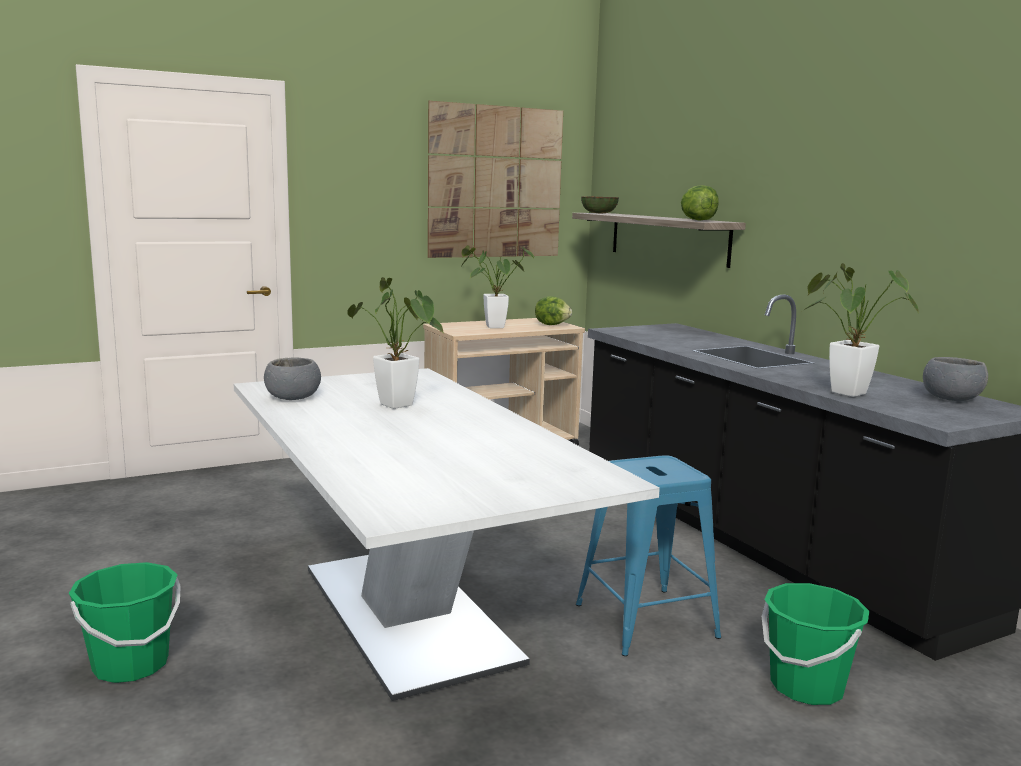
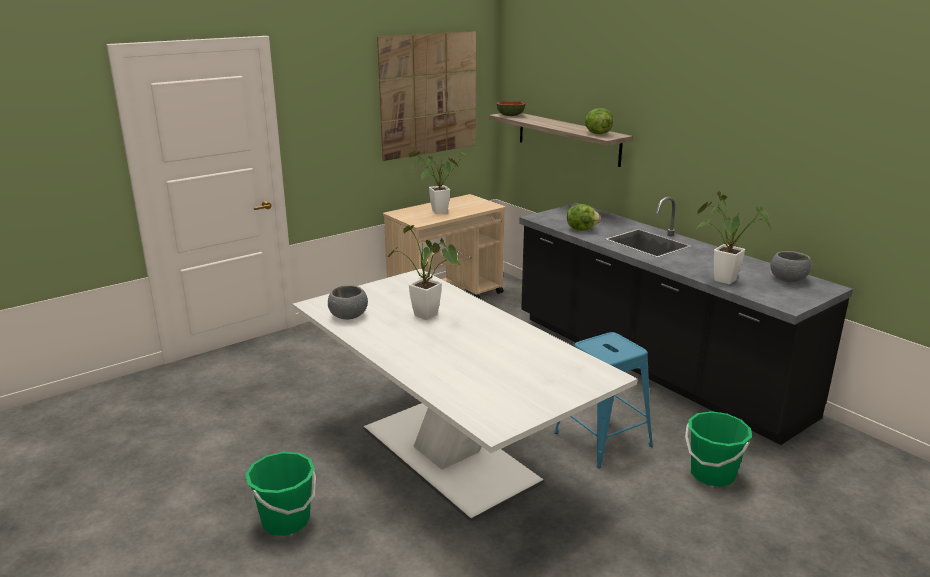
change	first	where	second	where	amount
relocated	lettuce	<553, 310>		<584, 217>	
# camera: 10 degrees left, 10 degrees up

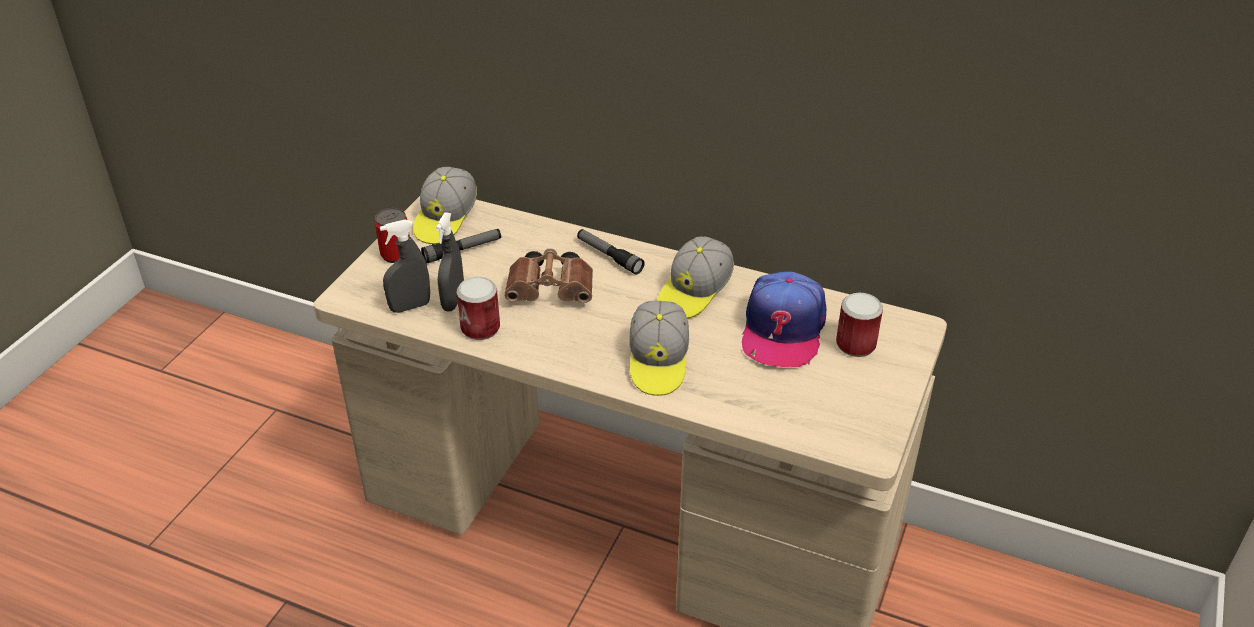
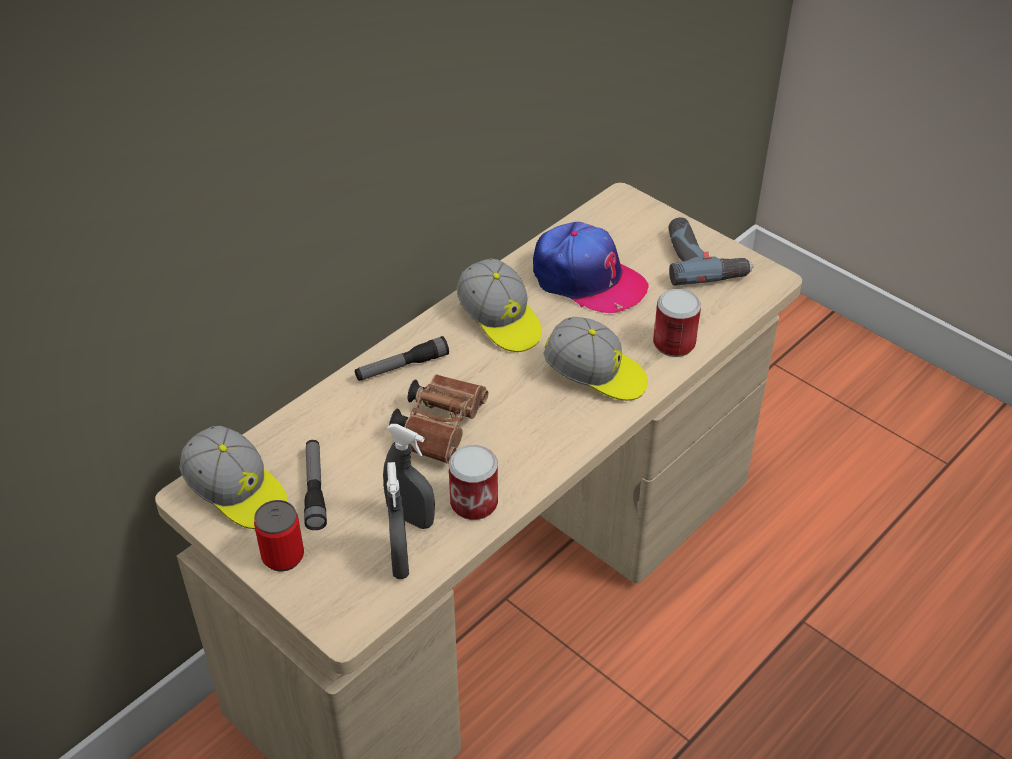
change	first	where	second	where	amount
relocated	can	<859, 325>		<677, 323>	
appeared			power drill	<711, 251>	
# camera: 70 degrees left, 5 degrees up

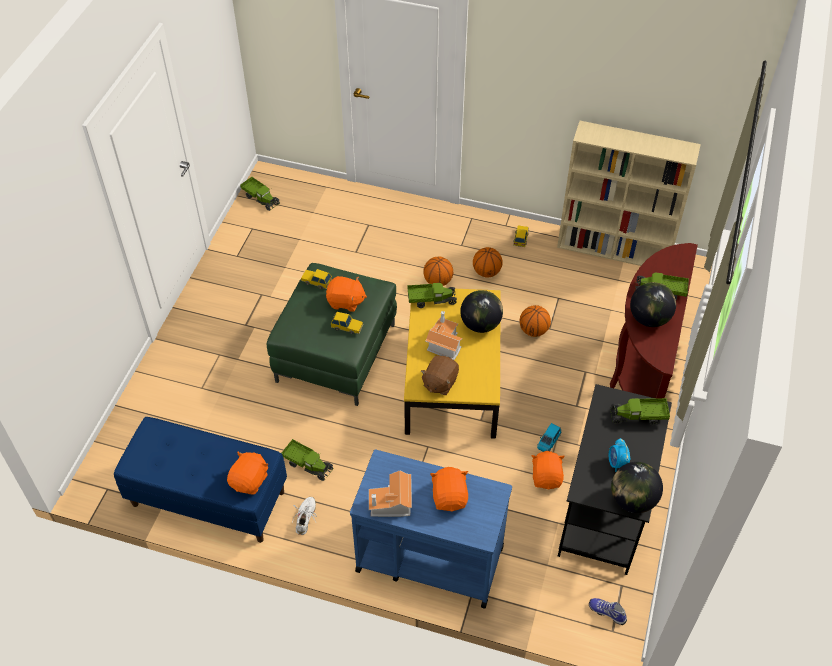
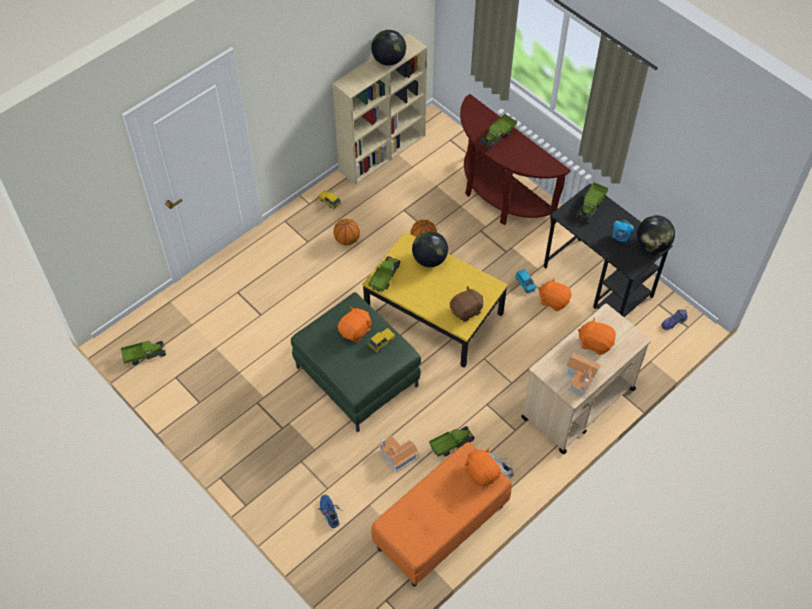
change	first	where	second	where	amount
missing	basketball	<438, 271>			
missing	toy car	<316, 279>			
relocated	globe	<653, 304>		<388, 48>	
relocated	toy house	<444, 335>		<398, 454>	
spun	plush toy/brown	<440, 375>		<466, 304>	90 degrees counterclockwise
colour	bench/blue	<200, 480>	bench/orange	<441, 514>	
colour	cart/blue	<431, 529>	cart/beige	<586, 378>	
appeared			shoe/blue	<330, 511>	
# camera: 60 degrees left, 5 degrees up

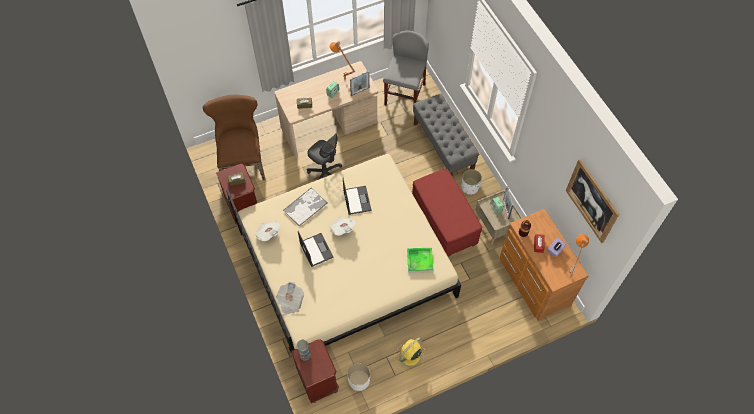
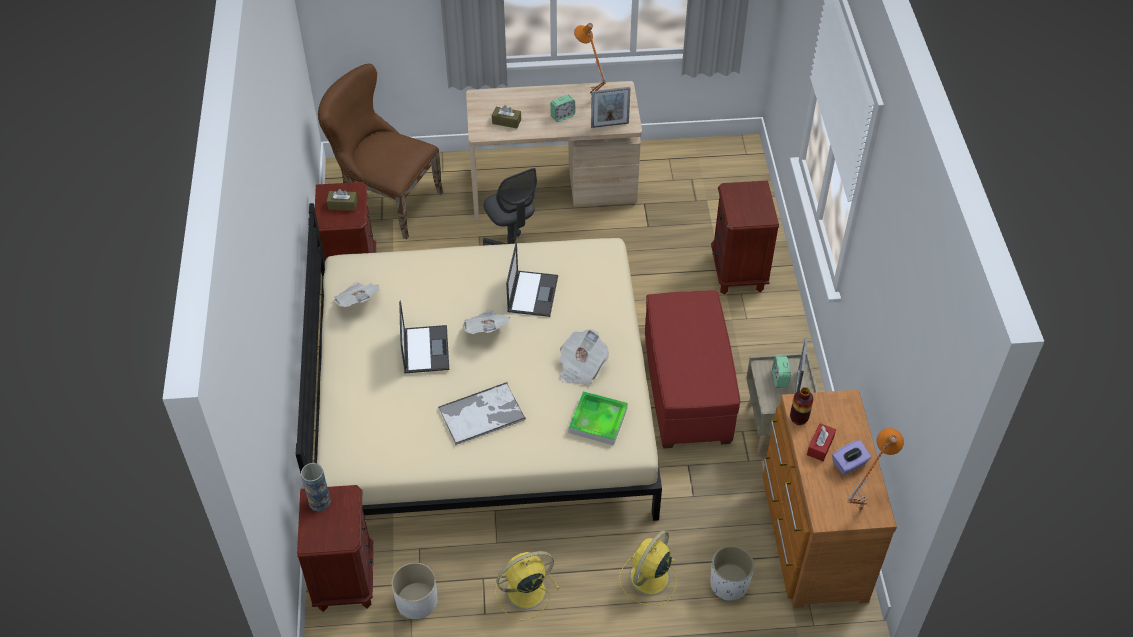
change	first	where	second	where	amount
missing	chair/grey	<406, 71>			
exchanged	bench/grey	<446, 134>	nightstand/brown	<745, 238>	
spun	chair/brown	<234, 138>		<380, 151>	75 degrees counterclockwise
missing	picture	<592, 201>			
relocated	planter/white	<471, 182>		<732, 573>	
relocated	tray	<305, 207>		<482, 413>	
relocated	newspaper	<290, 298>		<584, 357>	
appeared			fan/yellow	<648, 568>	
# camera: 20 degrees right, 10 degrees down

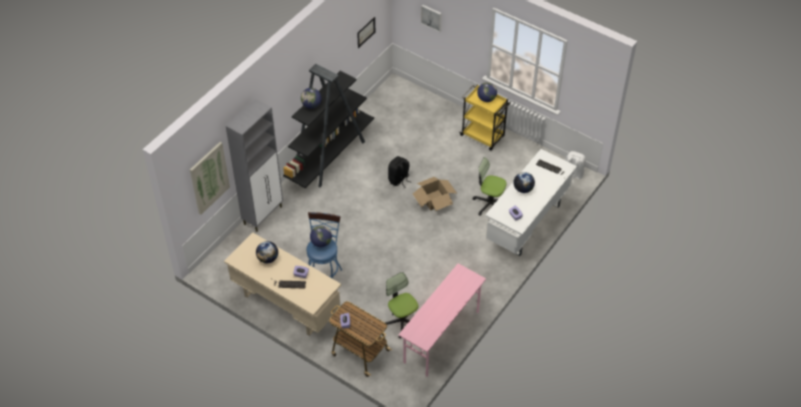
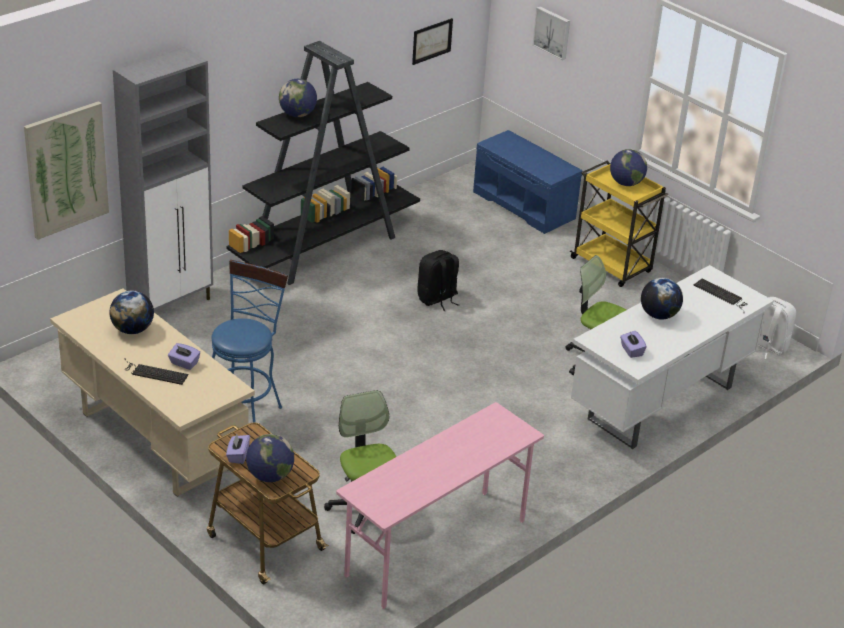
change	first	where	second	where	amount
missing	cardboard box	<435, 194>			
relocated	globe	<321, 236>		<270, 458>	
appeared			bench/blue	<527, 182>	
# camera: 10 degrees right, 15 degrees down

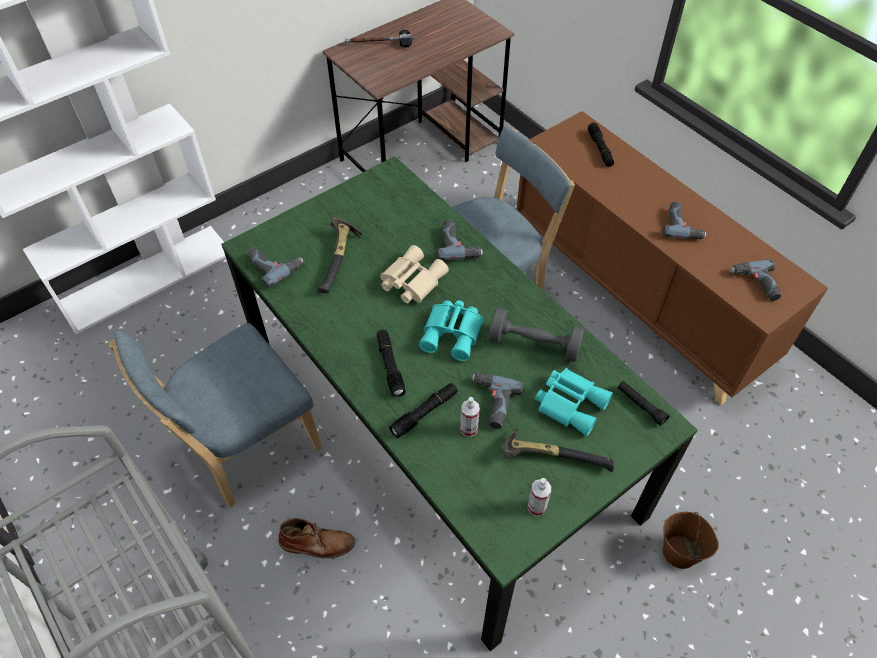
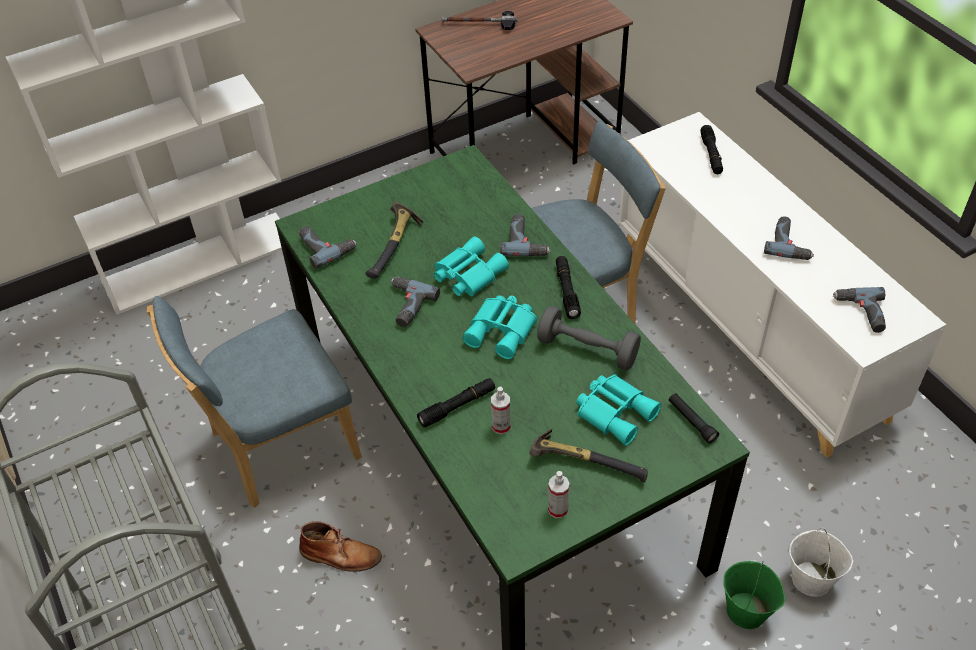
change	first	where	second	where	amount
colour	cabinet/brown	<672, 258>	cabinet/white	<782, 285>	
colour	binoculars/beige	<414, 274>	binoculars/turquoise	<471, 266>	
relocated	flashlight/black	<391, 363>		<568, 287>	
relocated	power drill	<498, 401>		<415, 301>	
colour	bucket/brown	<691, 540>	bucket/green	<754, 595>	
appeared			bucket/white	<821, 562>	
# camera: 10 degrees right, 5 degrees down

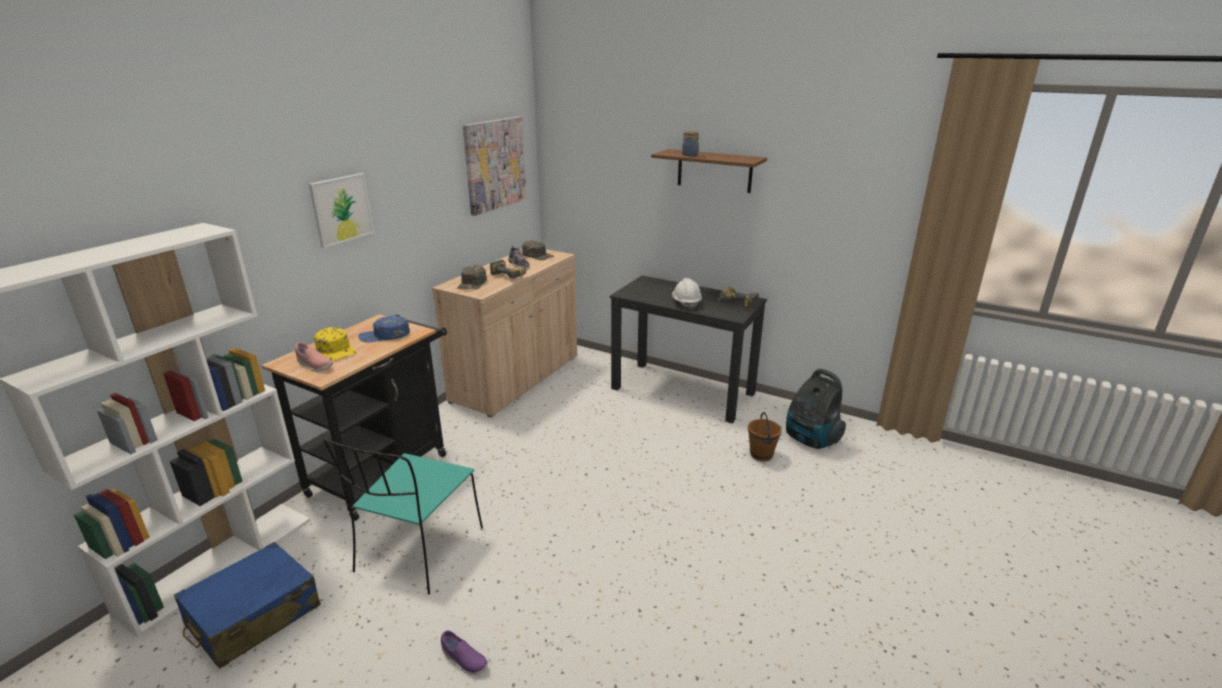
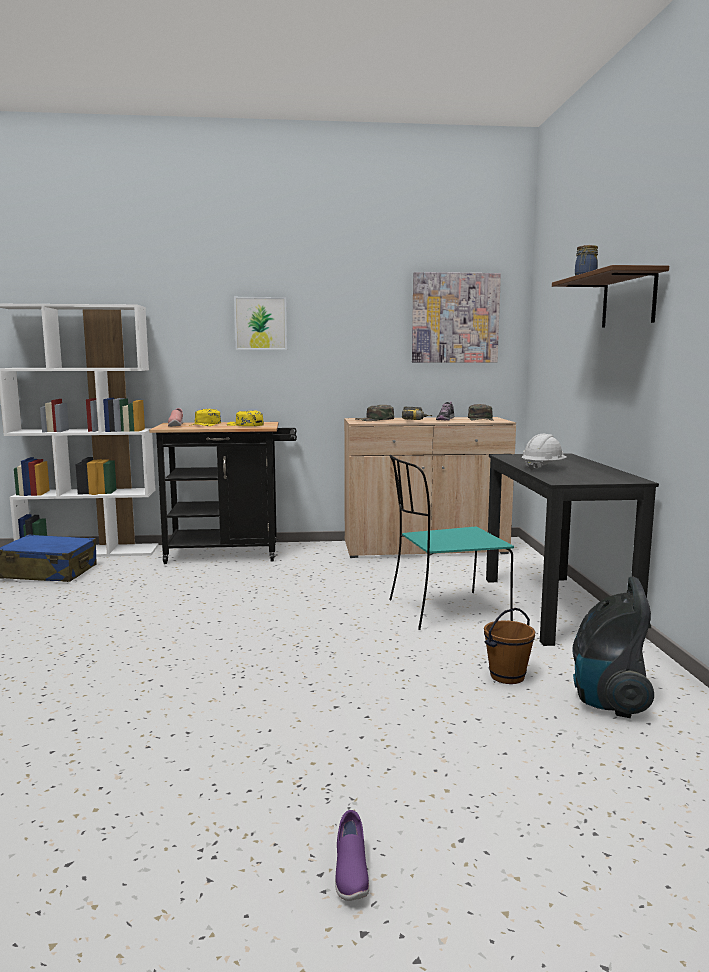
change	first	where	second	where	amount
missing	power drill	<738, 298>			
colour	cap/blue	<384, 329>	cap/yellow	<245, 418>	
relocated	chair/turquoise	<403, 517>		<451, 542>	
relocated	shoe/purple	<464, 652>		<352, 855>	
# camera: 55 degrees right, 15 degrees down

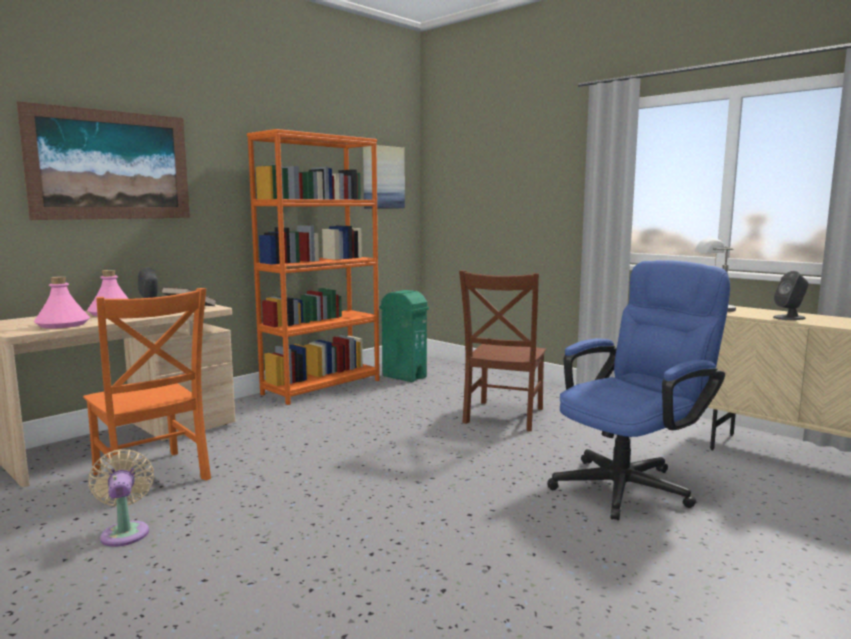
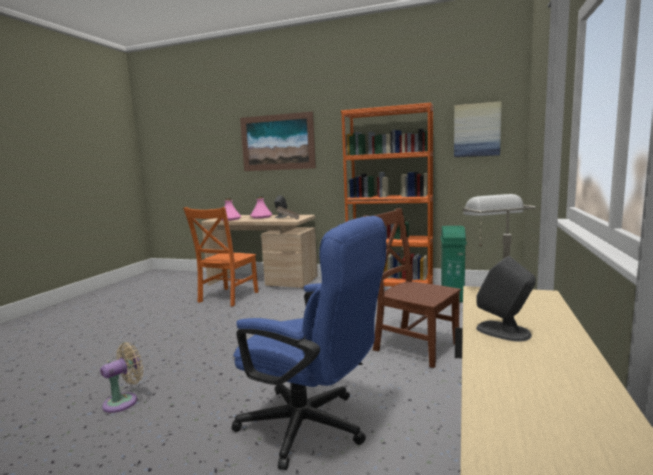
change	first	where	second	where	amount
spun	chair/brown	<502, 350>		<412, 288>	45 degrees clockwise
relocated	fan/beige	<121, 498>		<121, 377>	
# camera: 65 degrees right, 0 degrees up

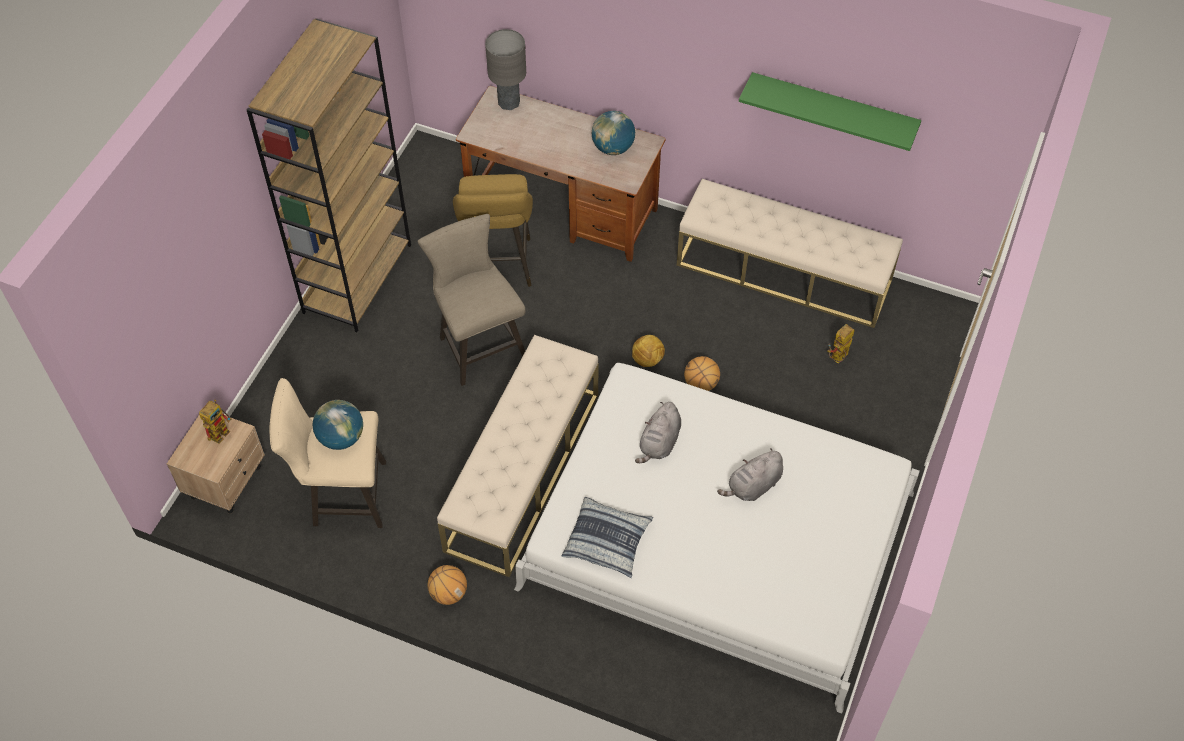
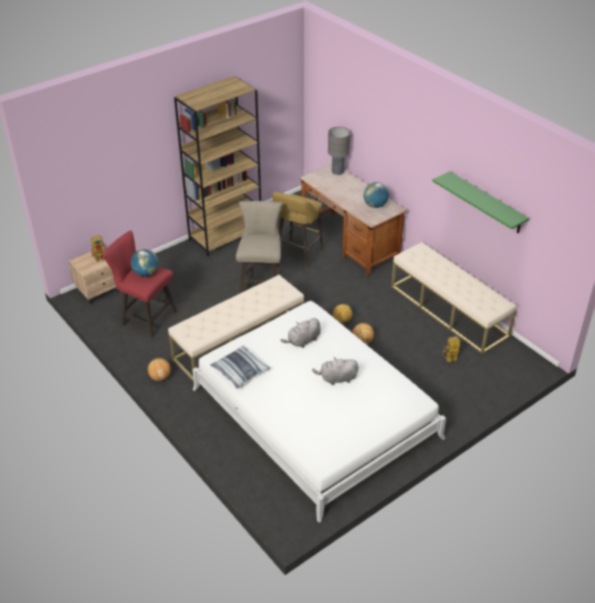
change	first	where	second	where	amount
colour	stool/beige	<328, 453>	stool/red	<139, 284>	
# camera: 30 degrees right, 15 degrees down

